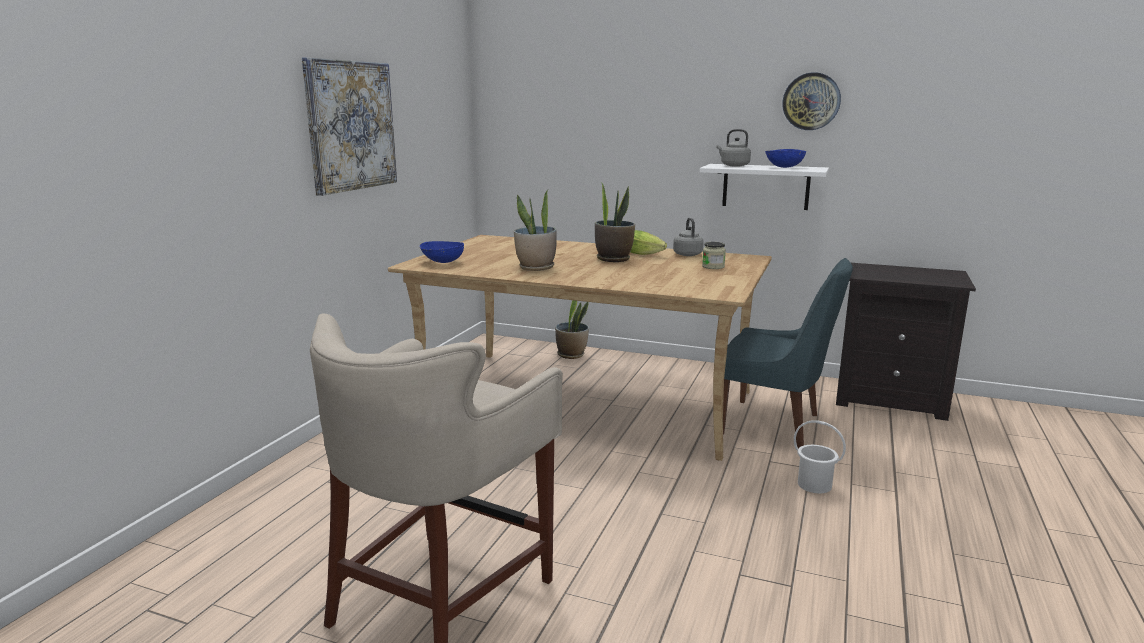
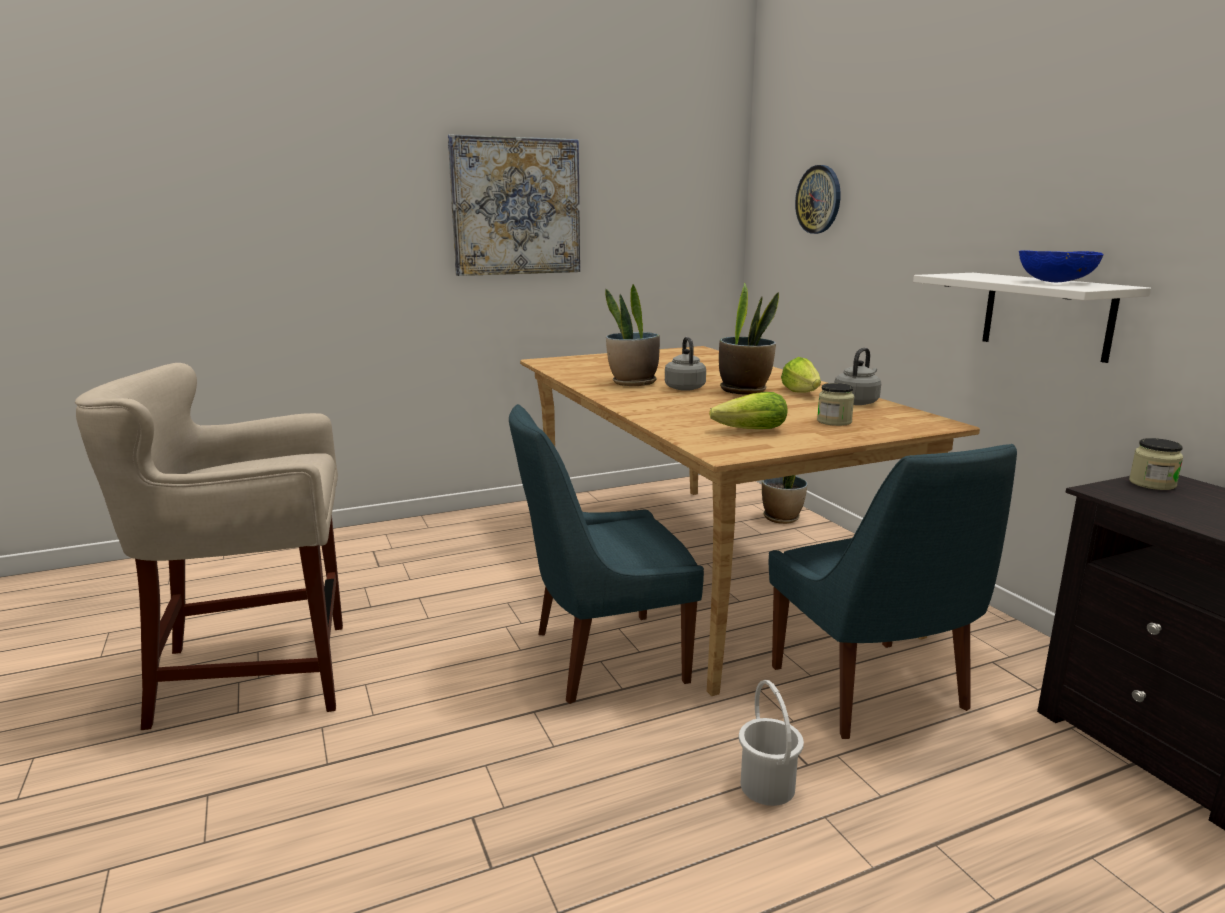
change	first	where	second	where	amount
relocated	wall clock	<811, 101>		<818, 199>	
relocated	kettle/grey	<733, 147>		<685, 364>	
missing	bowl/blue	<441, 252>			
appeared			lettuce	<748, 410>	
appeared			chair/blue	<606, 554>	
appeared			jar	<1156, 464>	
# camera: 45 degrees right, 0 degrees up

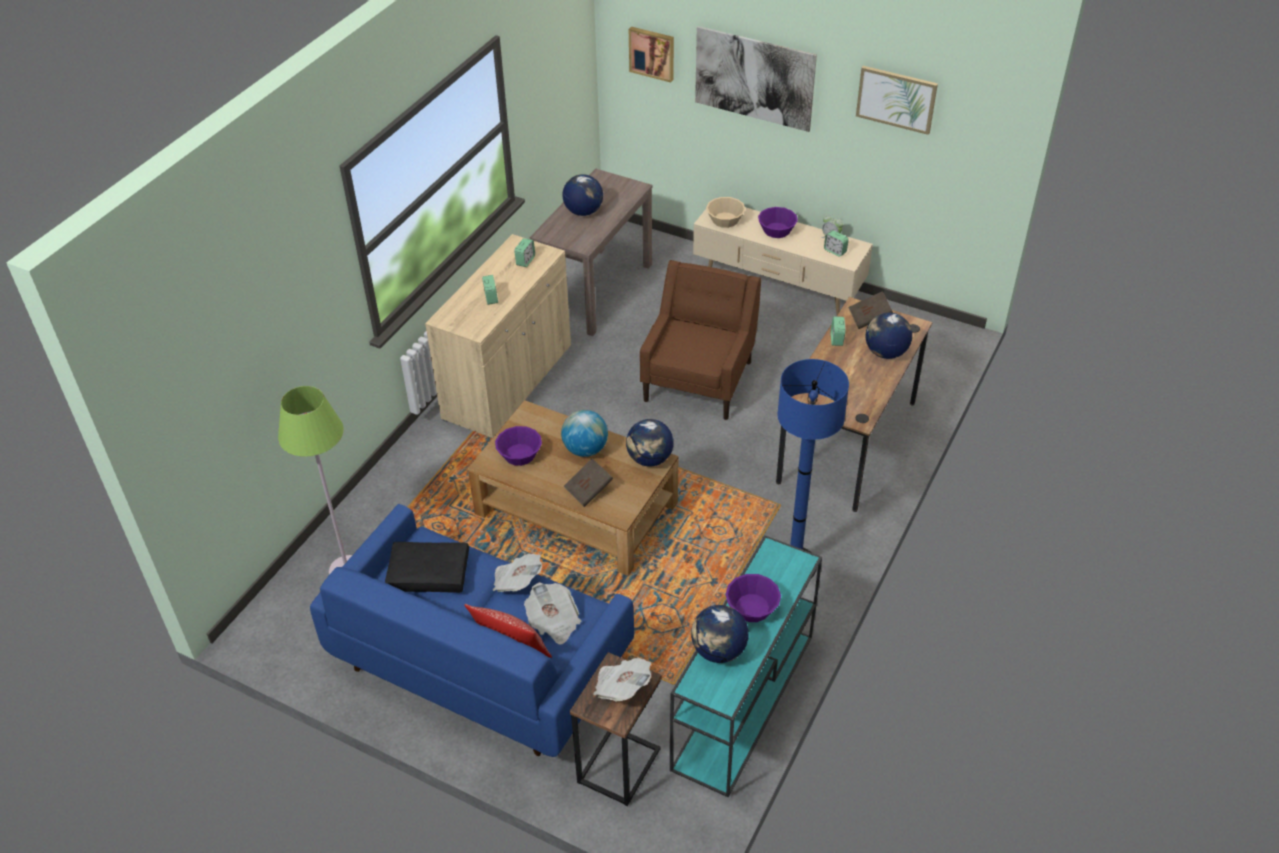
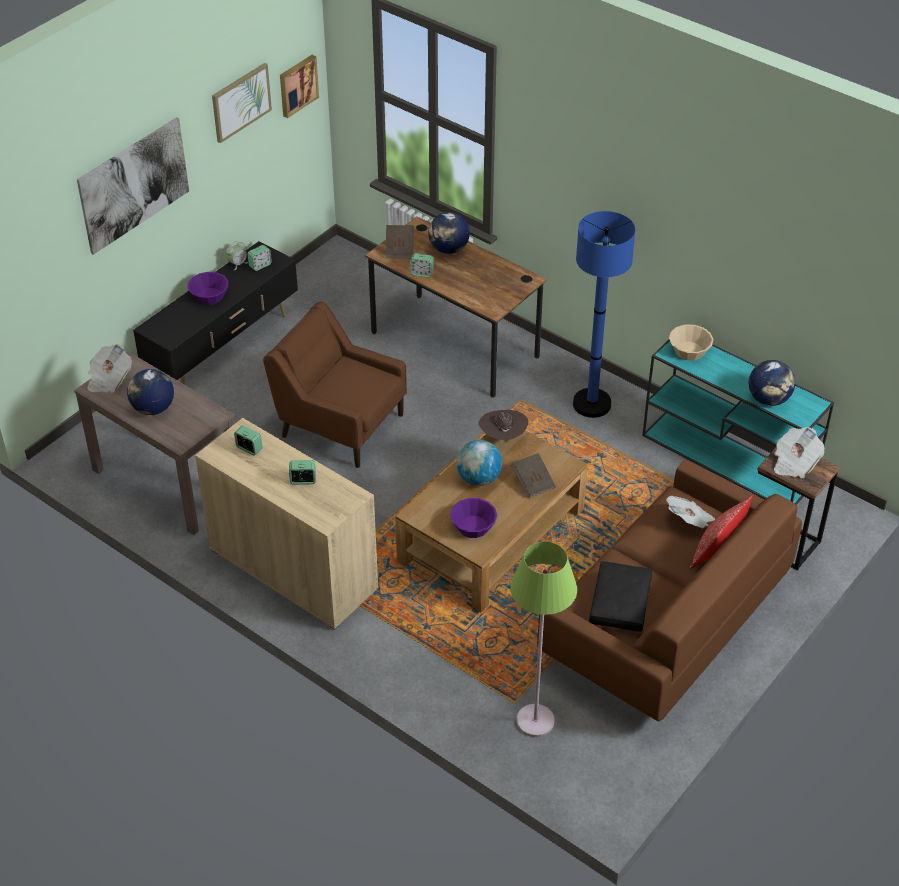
change	first	where	second	where	amount
relocated	picture	<651, 55>		<299, 86>	
relocated	bowl/beige	<726, 212>		<691, 343>	
colour	tv stand/beige	<783, 256>	tv stand/black	<215, 312>	
exchanged	globe	<650, 443>	hat/brown	<503, 425>	
colour	sofa/blue	<472, 630>	sofa/brown	<669, 590>	
relocated	newspaper	<517, 572>		<110, 368>	
missing	bowl/purple	<753, 598>			
# camera: 80 degrees left, 0 degrees up

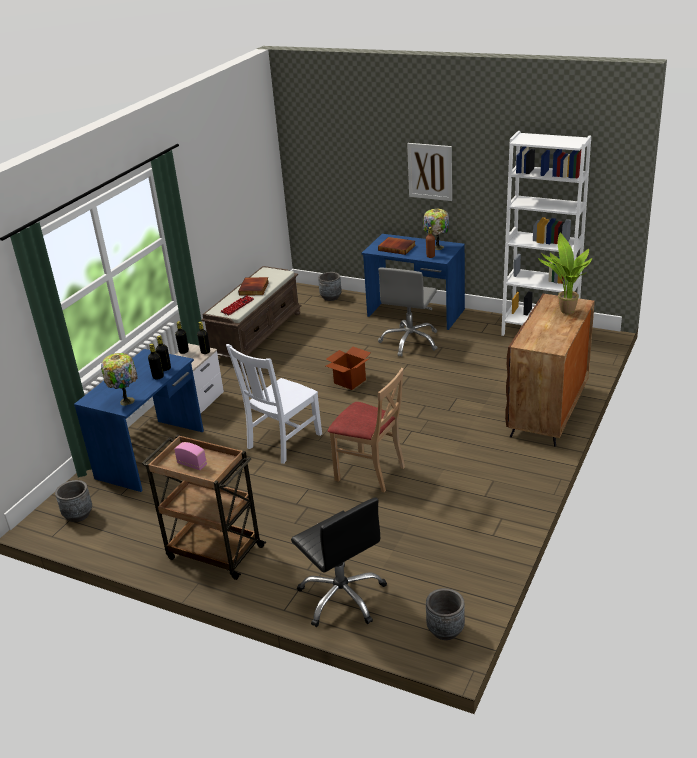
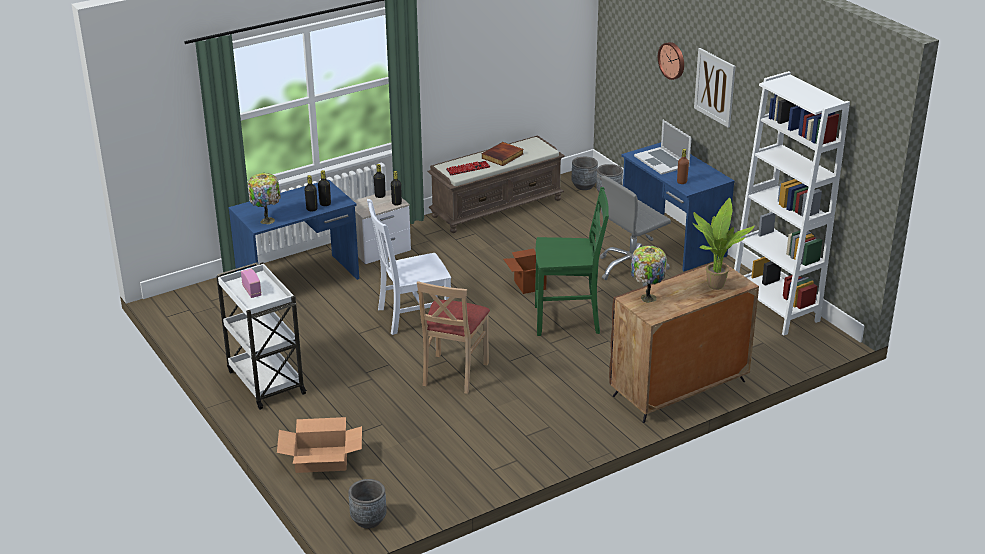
change	first	where	second	where	amount
relocated	table lamp	<436, 229>		<649, 274>	
exchanged	book	<397, 246>	laptop	<663, 147>	
spun	chair/beige	<366, 430>		<453, 337>	45 degrees clockwise
colour	cart/brown	<204, 507>	cart/white	<261, 336>	
relocated	planter/grey	<73, 501>		<585, 173>	
exchanged	office chair/black	<339, 562>	cardboard box	<319, 445>	
appeared			wall clock	<671, 61>	
appeared			chair/green	<572, 261>	
# camera: 30 degrees right, 0 degrees up

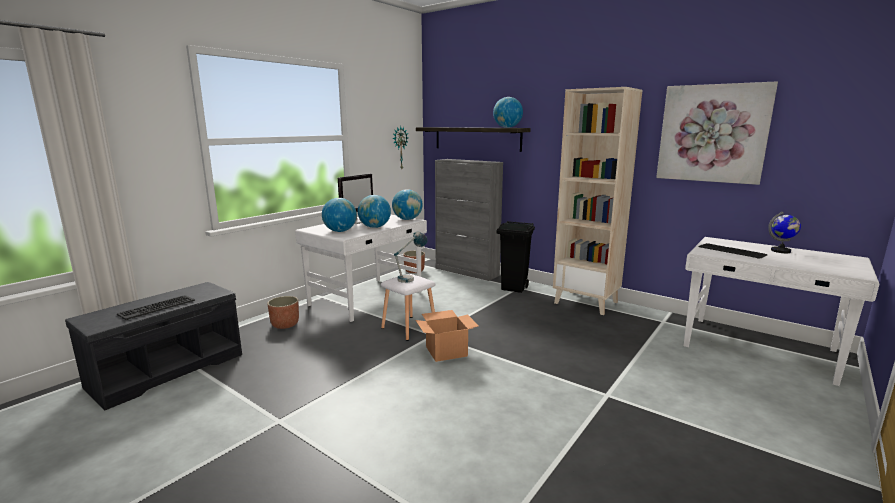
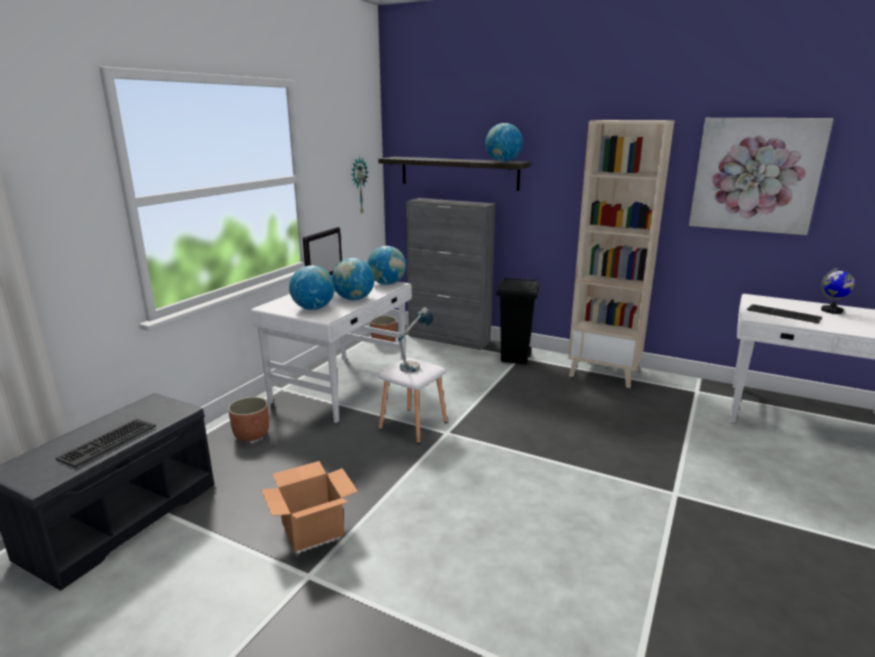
change	first	where	second	where	amount
relocated	cardboard box	<446, 336>		<309, 506>	
# camera: 10 degrees left, 5 degrees up

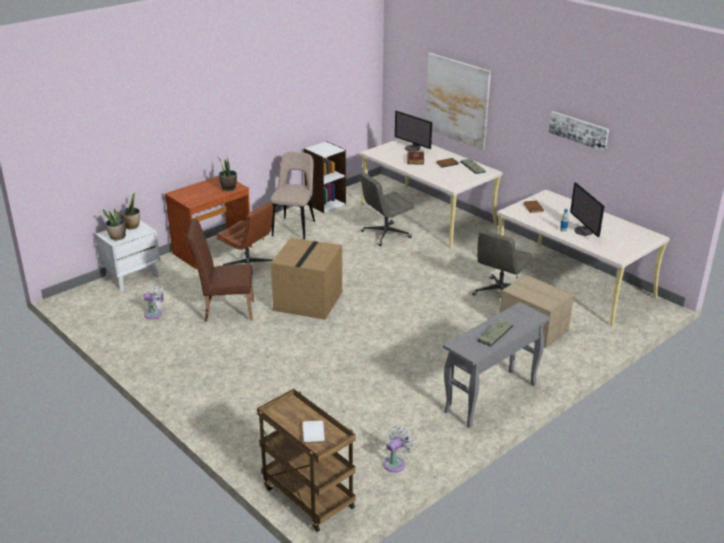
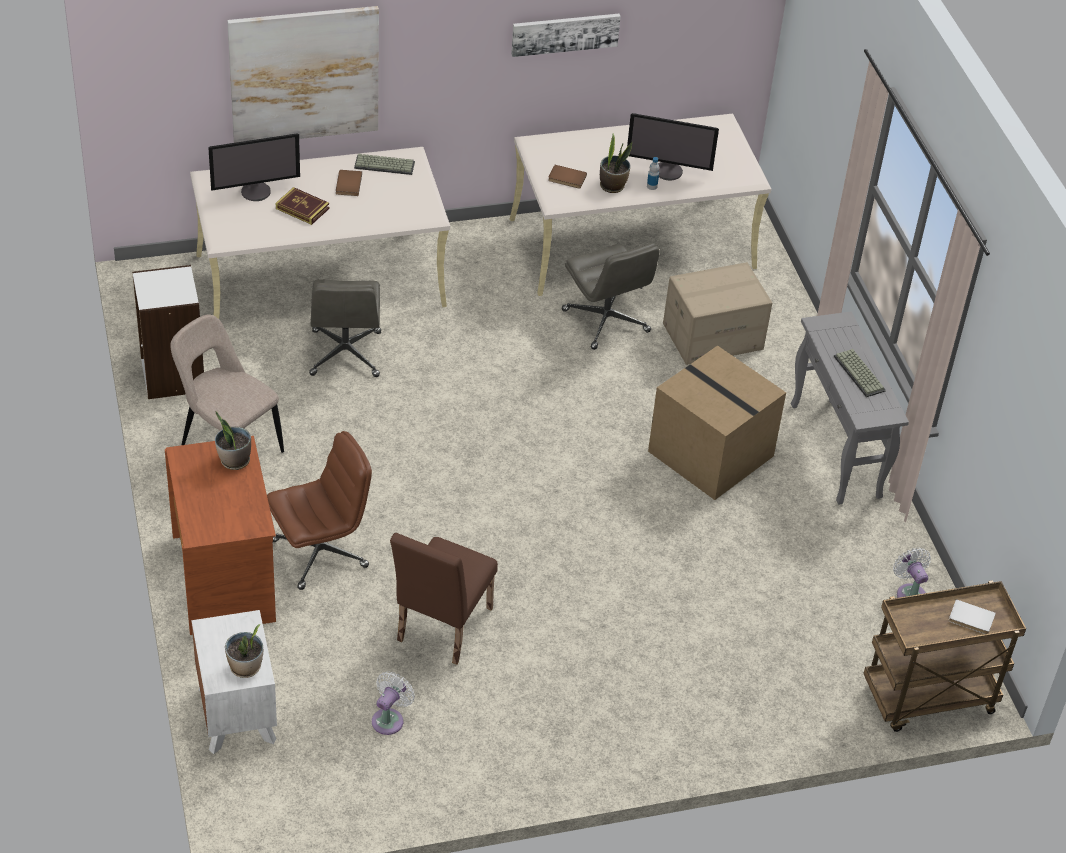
change	first	where	second	where	amount
relocated	potted plant	<130, 211>		<616, 163>	
relocated	cardboard box	<306, 279>		<717, 423>	
# camera: 65 degrees left, 15 degrees up

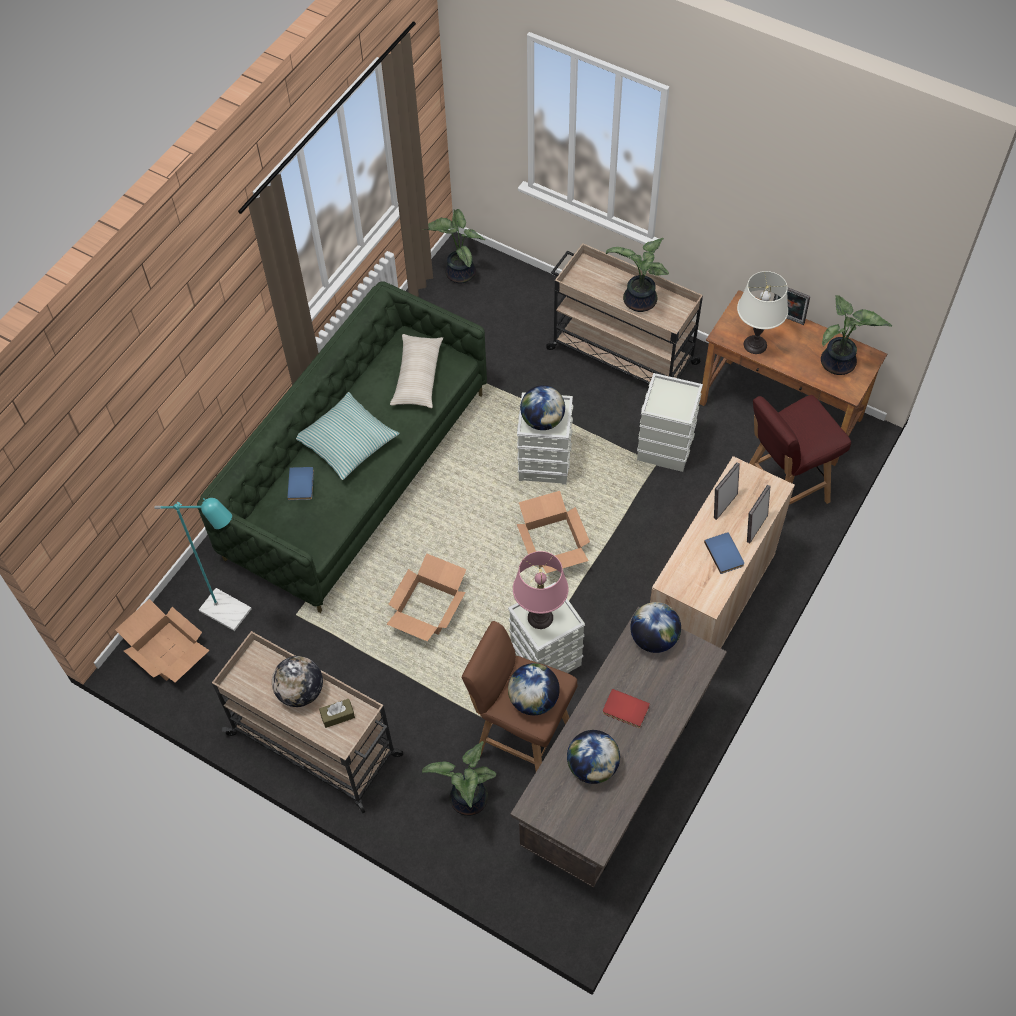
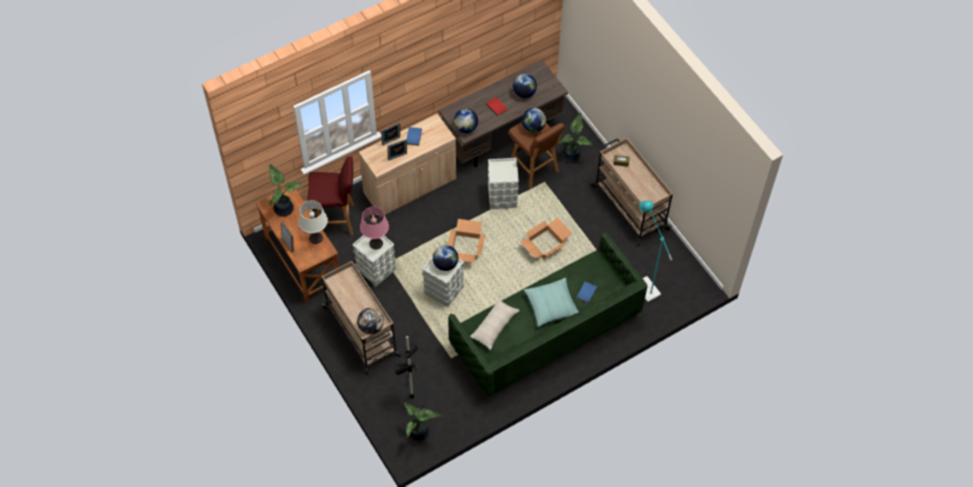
change	first	where	second	where	amount
missing	potted plant	<637, 275>			
relocated	table lamp/pink	<540, 590>		<374, 227>	
missing	cardboard box	<162, 641>			
relocated	globe	<297, 681>		<370, 321>	
appeared			floor lamp/black	<410, 370>	
# camera: 155 degrees left, 0 degrees up

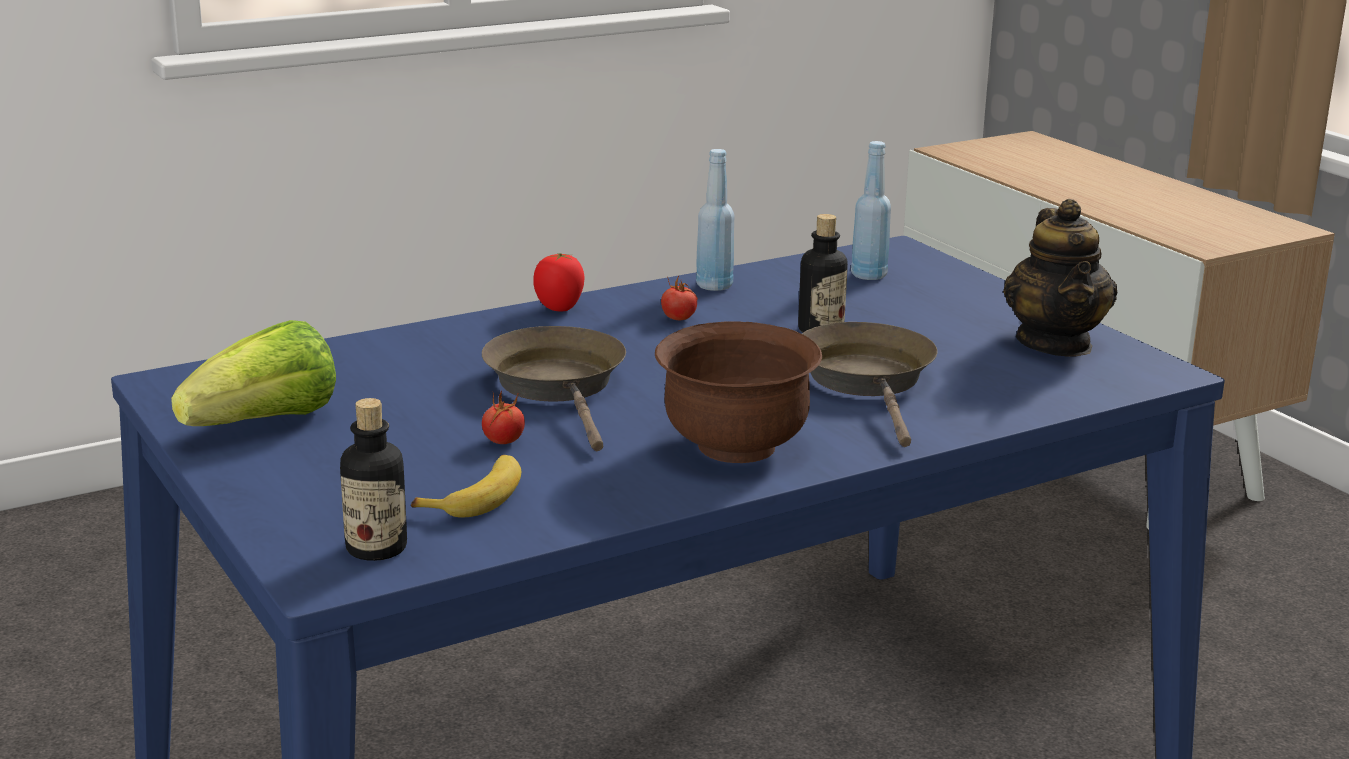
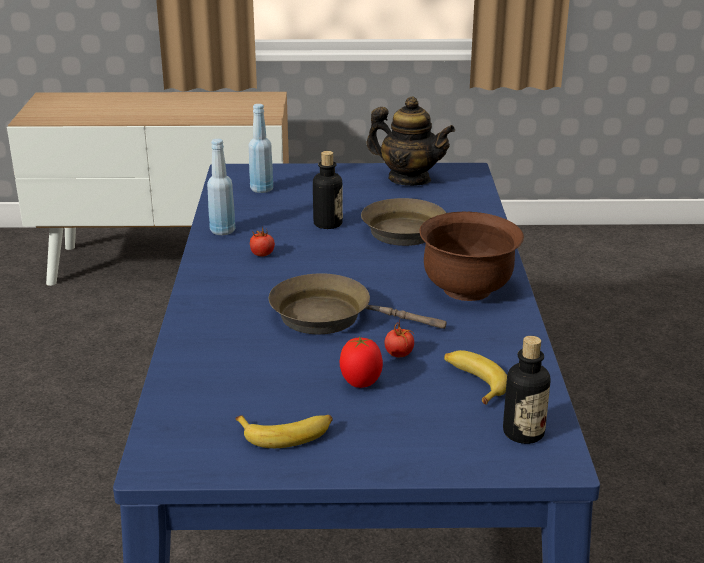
change	first	where	second	where	amount
relocated	tomato	<559, 282>		<361, 362>	
exchanged	lettuce	<253, 373>	banana	<284, 431>	
# camera: 60 degrees left, 5 degrees up

